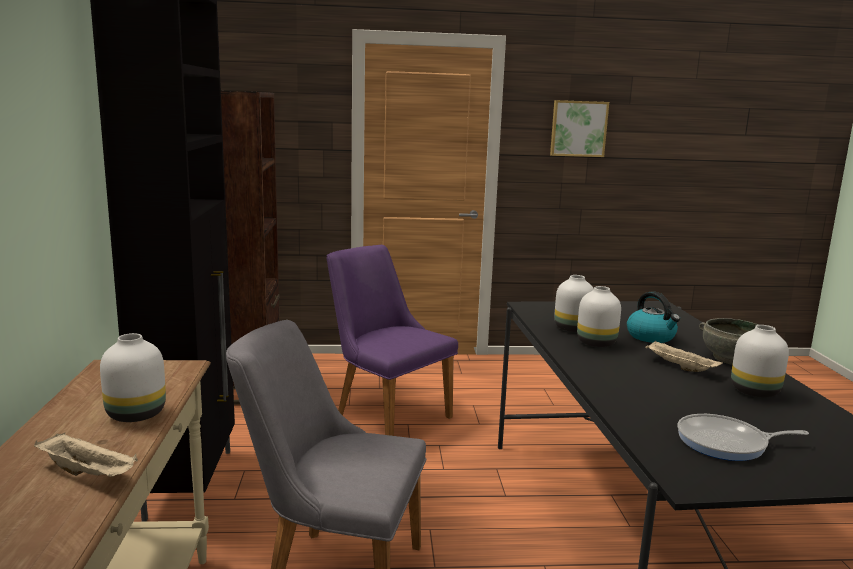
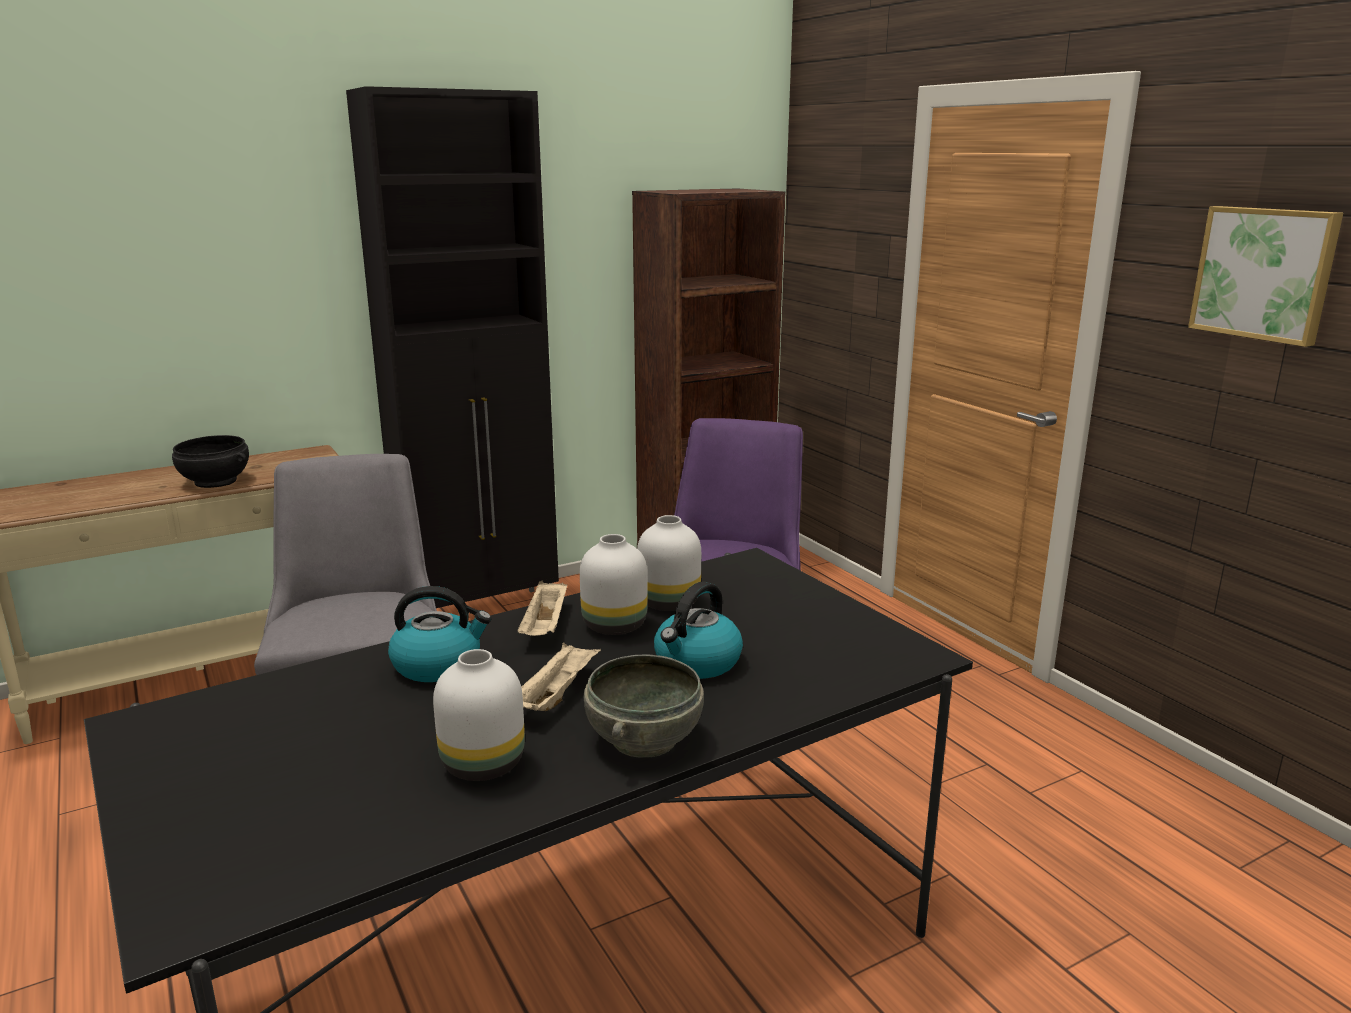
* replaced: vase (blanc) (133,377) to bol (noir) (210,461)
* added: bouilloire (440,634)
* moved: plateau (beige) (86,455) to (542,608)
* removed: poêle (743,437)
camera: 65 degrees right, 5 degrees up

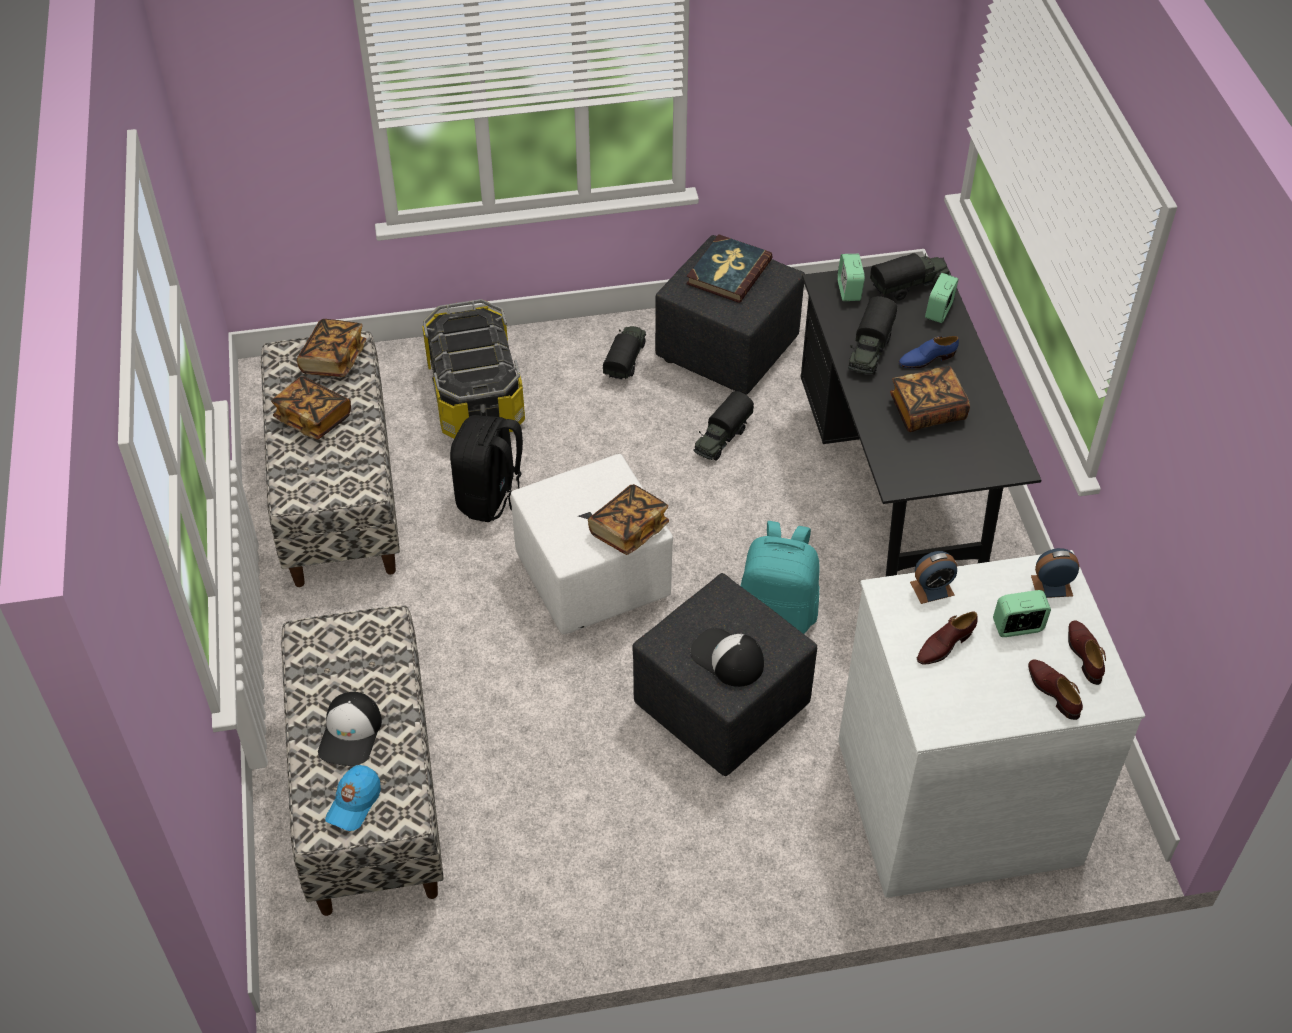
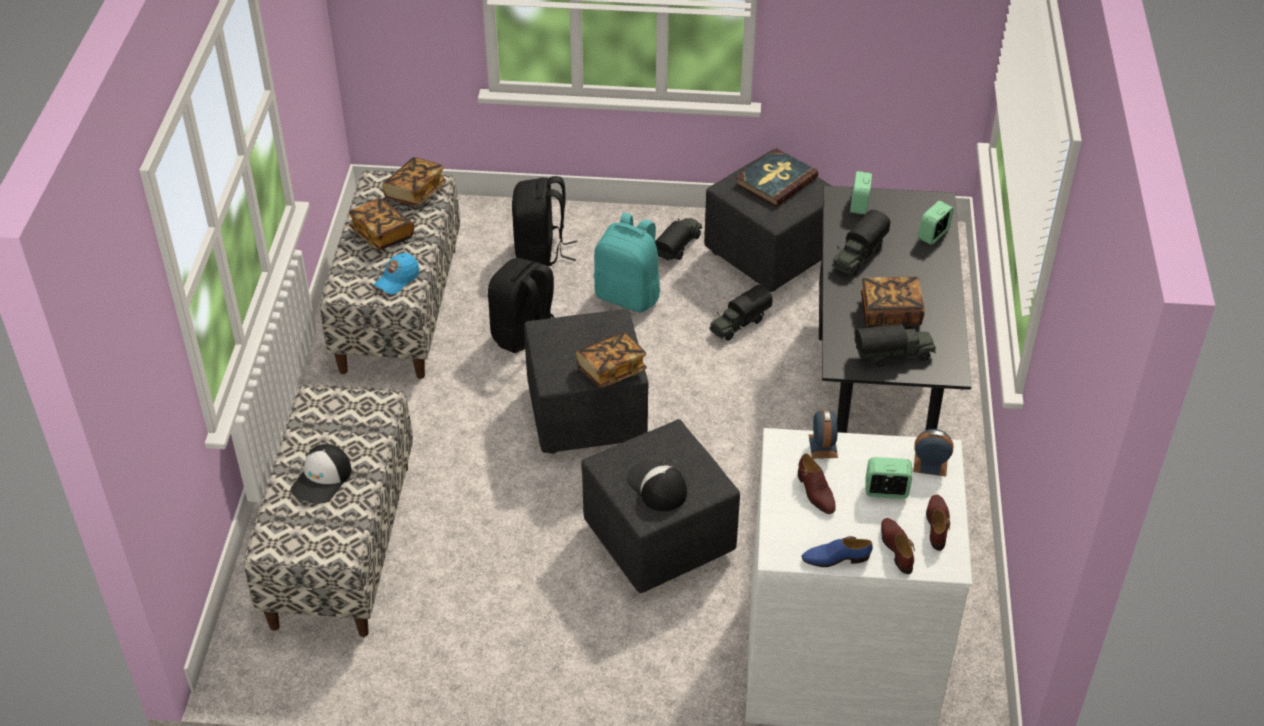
* moved: casquette (bleu) (353,798) to (396,273)
* replaced: boîte de rangement (473,369) to sac à dos (noir) (544,221)
* recoloured: pouf (blanc) (592,544) to pouf (noir) (586,381)
* moved: sac à dos (turquoise) (780,577) to (627,262)
* turned: chaussure (marron) (947,638) = (817,483) 90 degrees counterclockwise
* moved: chaussure (bleu) (929,352) to (837,551)
* turned: réveil (933,577) = (823,434) 90 degrees counterclockwise
* moved: camion jouet (910,277) to (895,345)
camera: 15 degrees right, 5 degrees down

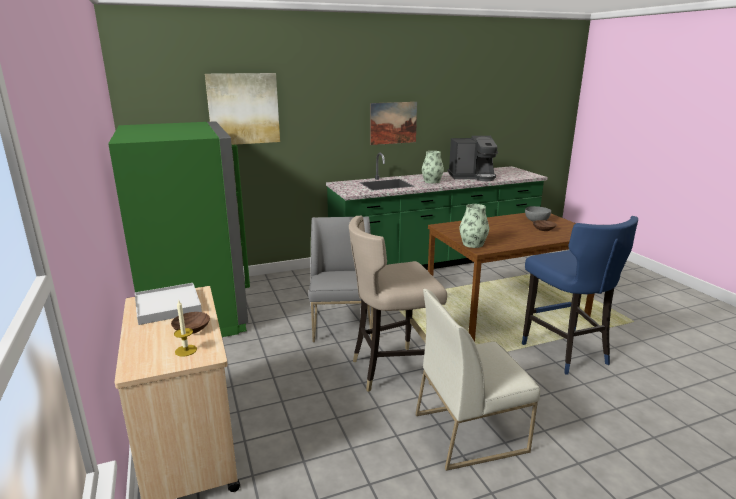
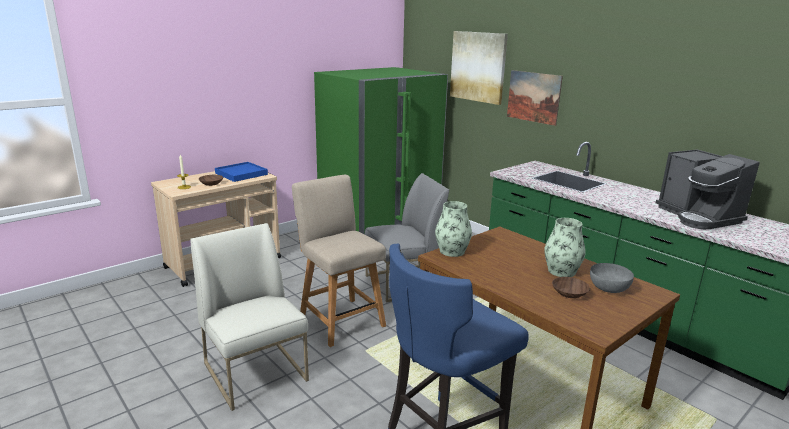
* recoloured: plateau (blanc) (168,304) to plateau (bleu) (241,172)
* replaced: tabouret (beige) (398,304) to chaise (beige) (339,261)
* moved: tableau (393,123) to (535,98)
* moved: vase (433,167) to (565,247)
camera: 70 degrees right, 0 degrees up

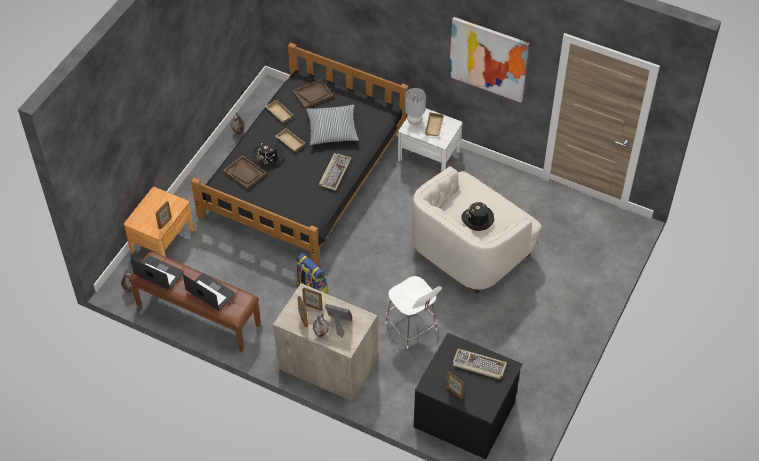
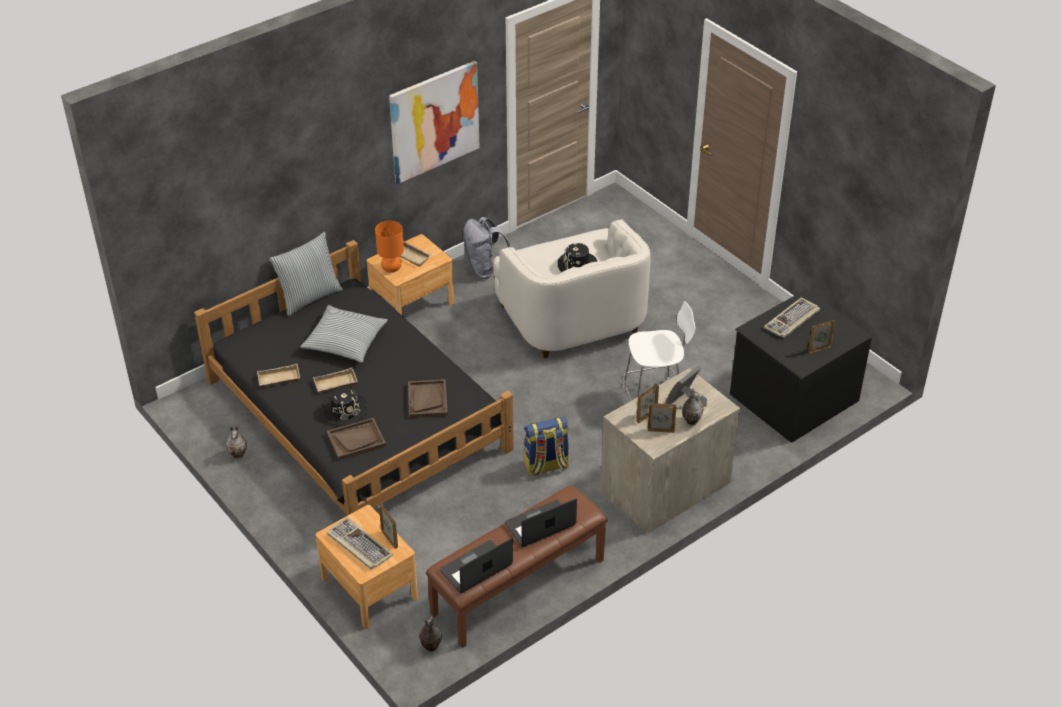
* added: coussin (306,274)
* moved: clavier (335,172) to (360,543)
* recoloured: table de chevet (blanc) (430,140) to table de chevet (marron) (410,274)
* recoloured: lampe de table (gris) (415,106) to lampe de table (orange) (389,246)
* moved: plateau (marron) (312,94) to (428,398)
* added: sac à dos (gris) (486,248)
camera: 65 degrees left, 10 degrees down

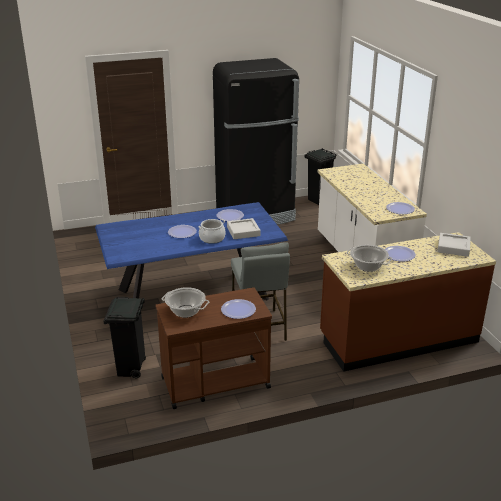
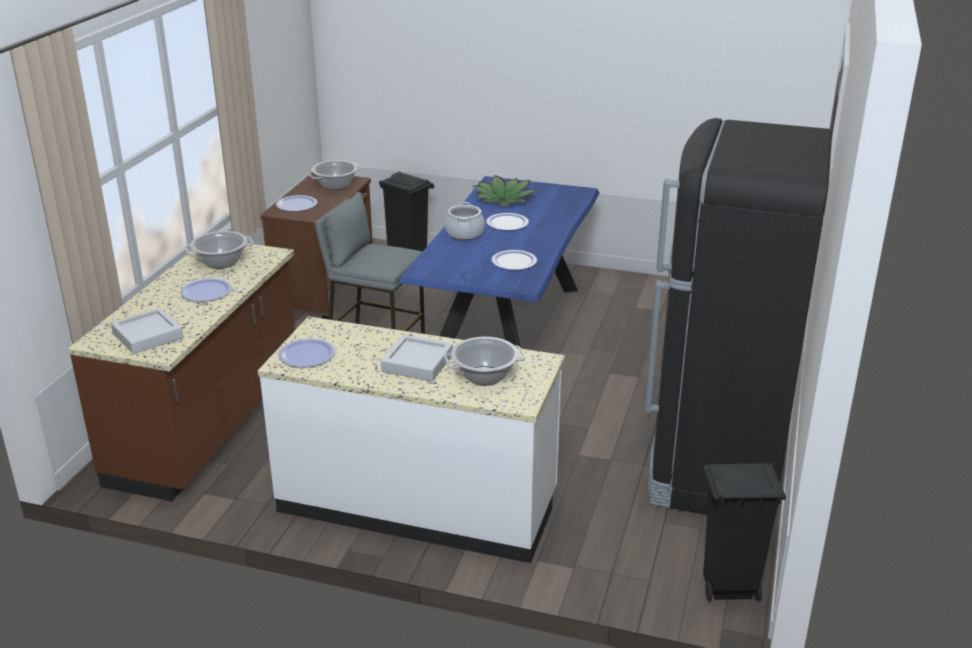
* moved: plateau (gris) (244,228) to (417,358)
* added: marmite (485,361)
* added: plante en pot (505,190)
camera: 125 degrees right, 0 degrees up

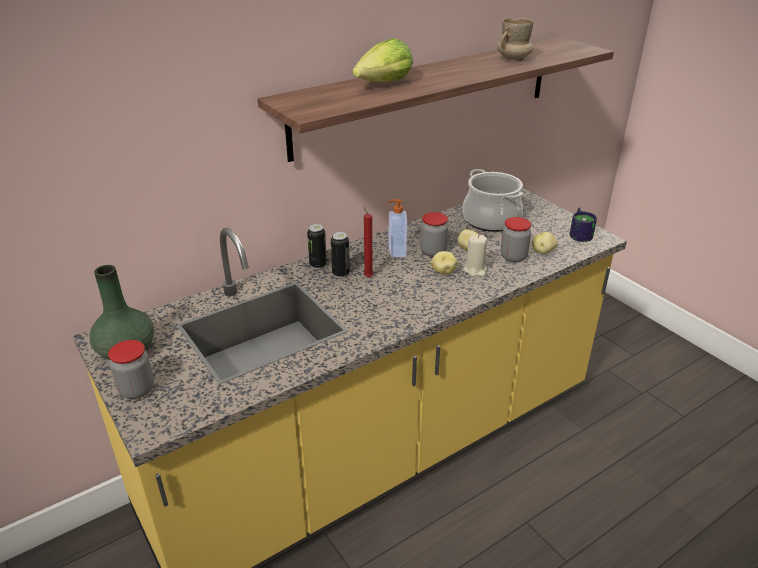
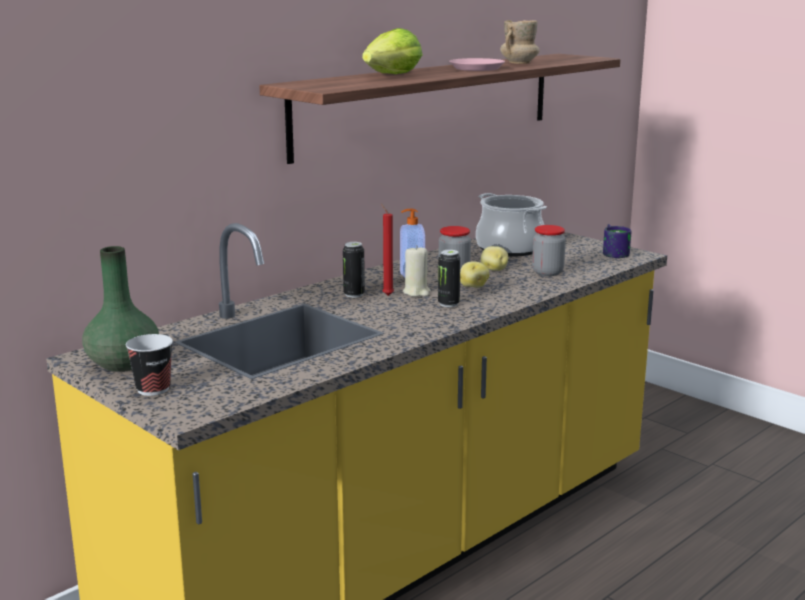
* replaced: bocal (131,369) to tasse (149,365)
* moved: bougie (beige) (475,255) to (417,271)
* moved: boîte métallique (317,246) to (449,278)
* added: assiette (rose) (477,64)
* removed: pomme de terre (545,243)
camera: 10 degrees left, 15 degrees down

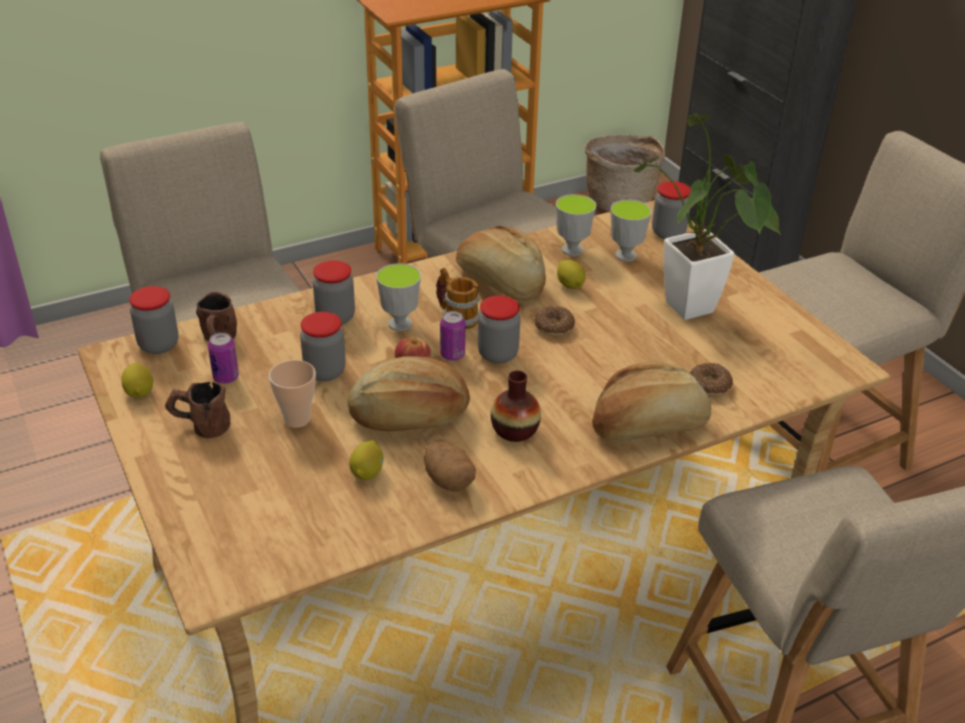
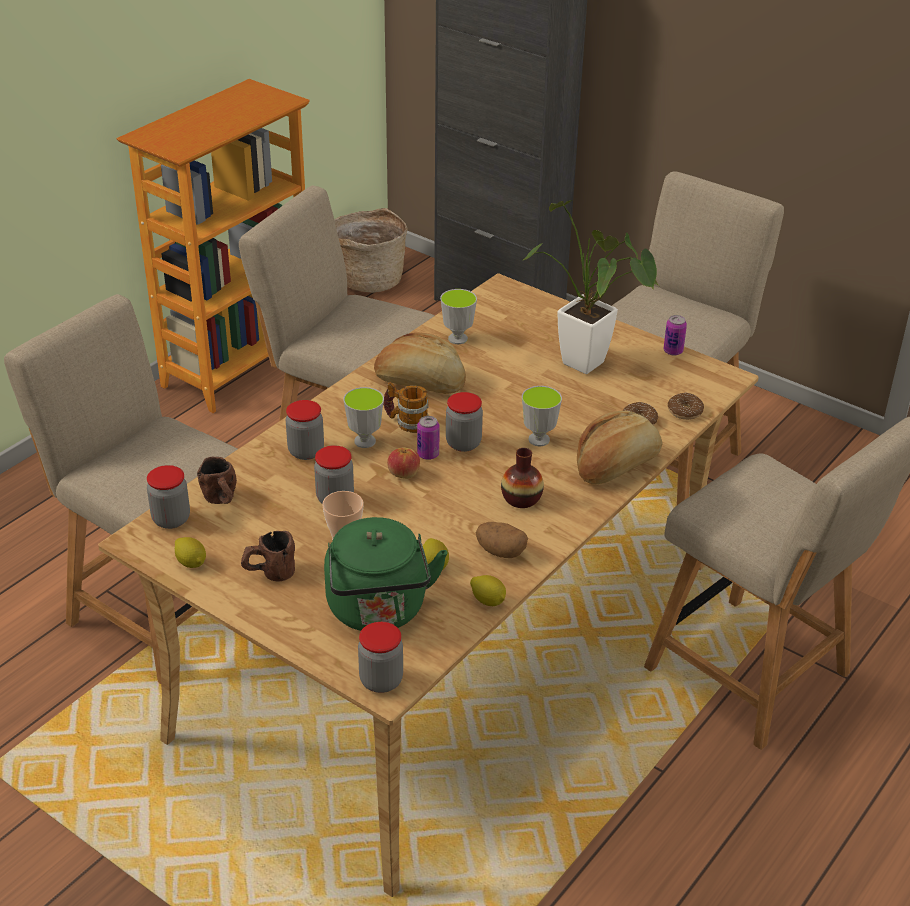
* added: bouilloire (vert) (386,574)
* moved: bocal (671,210) to (380,657)
* moved: citron (571,274) to (488,590)
* moved: tasse (631,231) to (542,416)
* moved: boîte métallique (223,358) to (675,335)
* moved: beignet (554,321) to (685,406)
* removed: pain (409,393)
camera: 25 degrees left, 0 degrees up

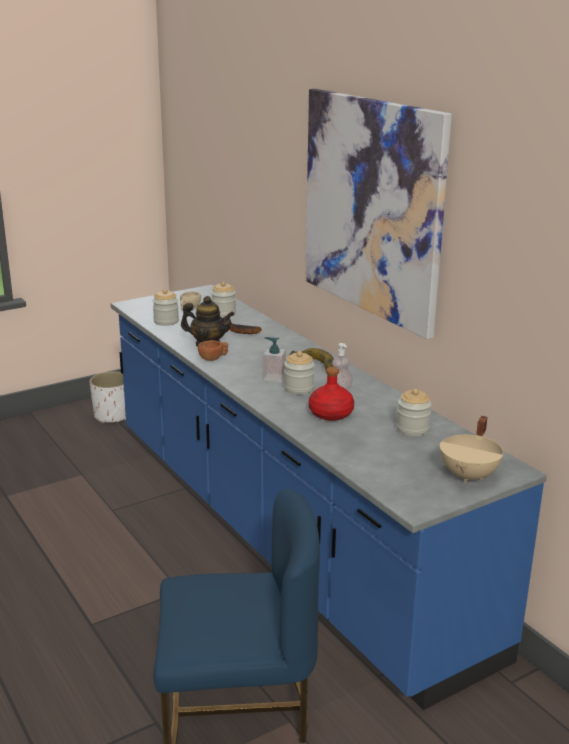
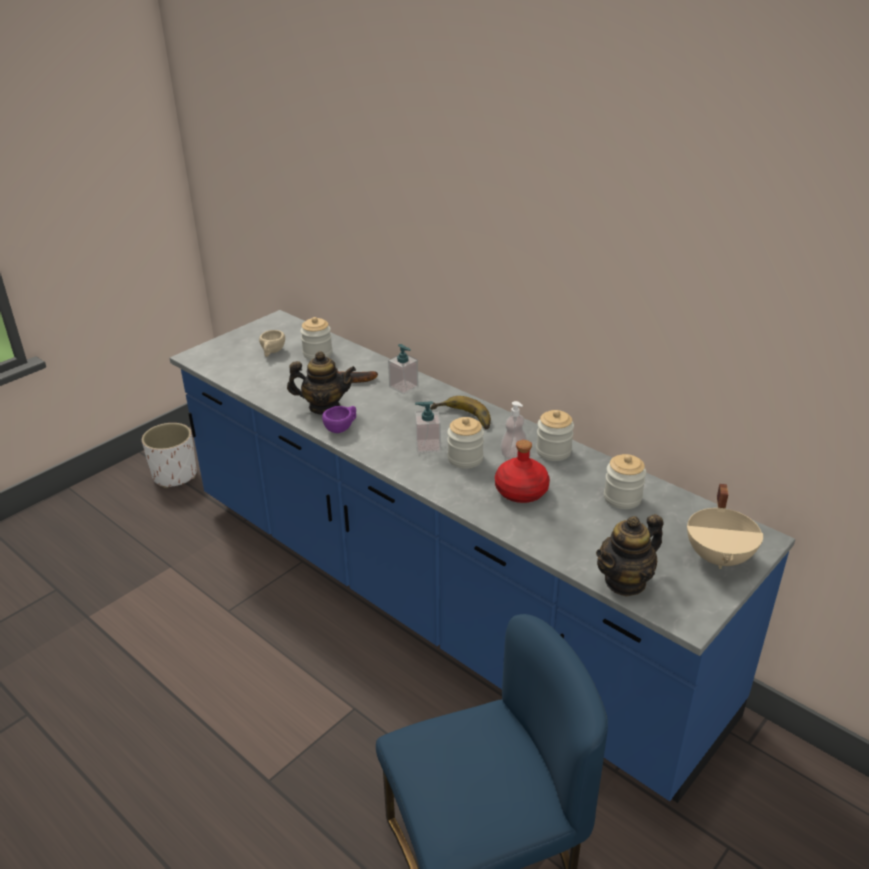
* recoloured: tasse (marron) (213,350) to tasse (violet) (339,419)
* added: distributeur de savon (403,369)
* moved: bocal (166,307) to (555,435)
* added: théière (630,555)
* removed: tableau (378,214)
camera: 15 degrees left, 10 degrees up

